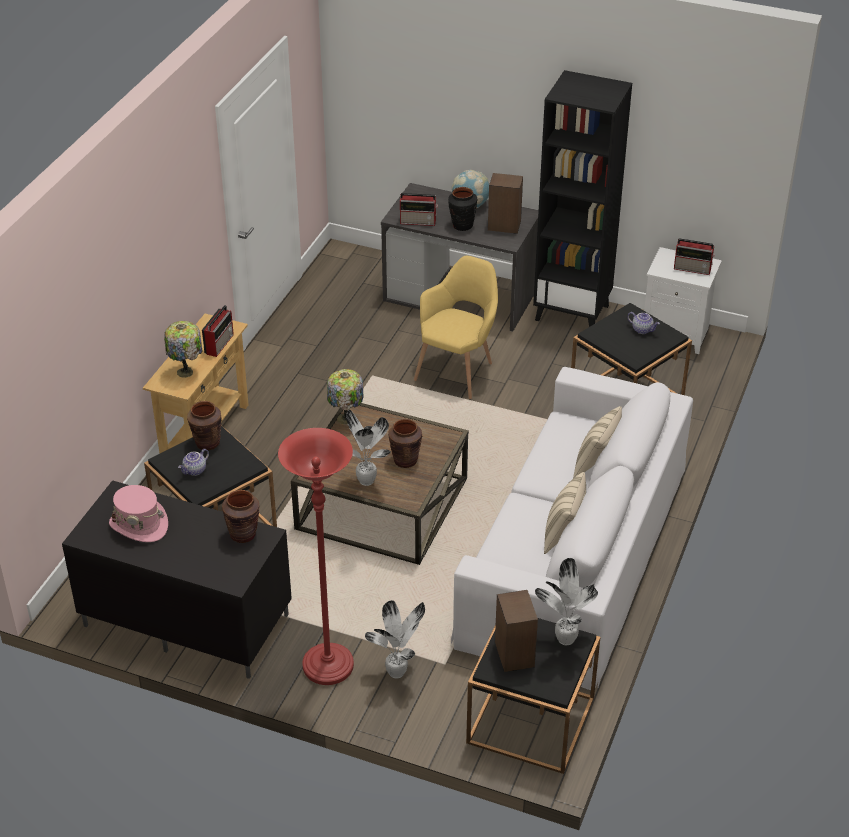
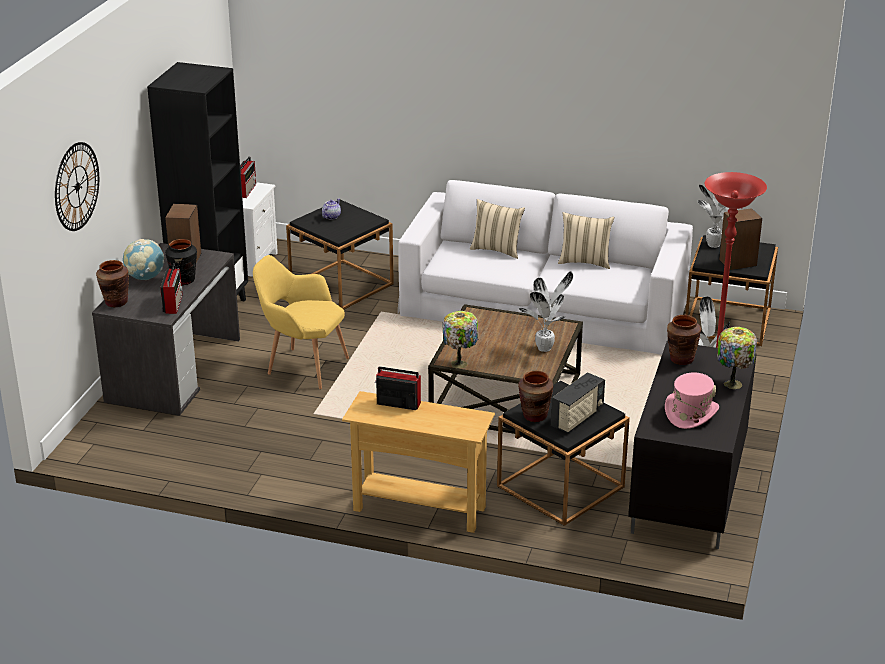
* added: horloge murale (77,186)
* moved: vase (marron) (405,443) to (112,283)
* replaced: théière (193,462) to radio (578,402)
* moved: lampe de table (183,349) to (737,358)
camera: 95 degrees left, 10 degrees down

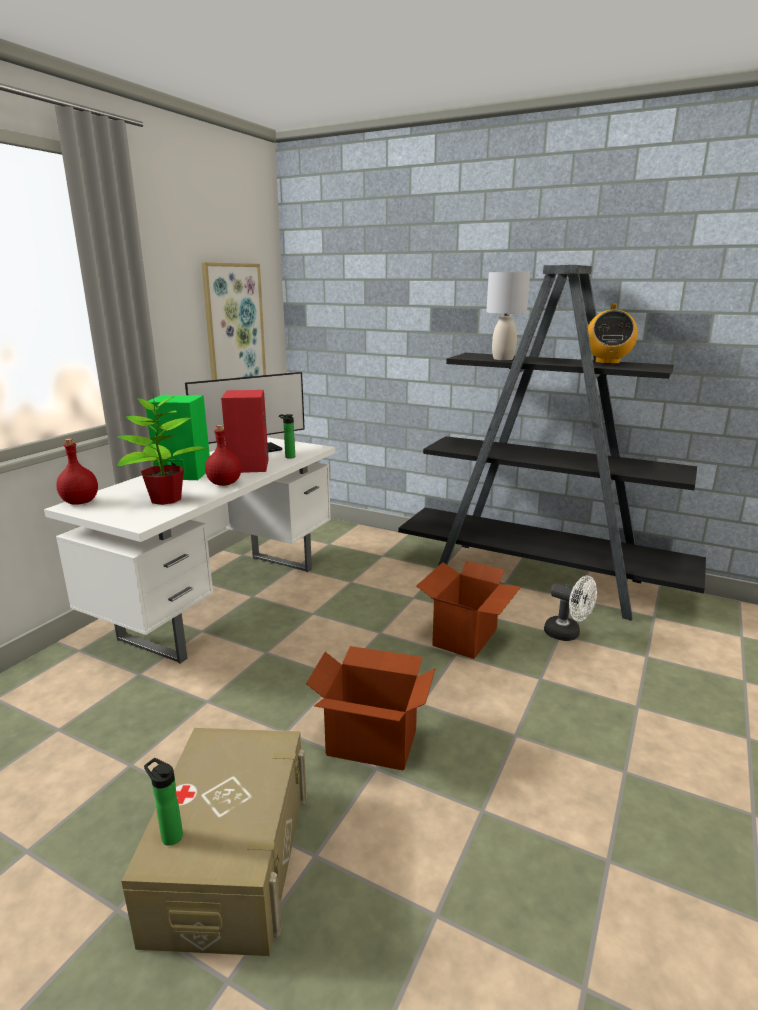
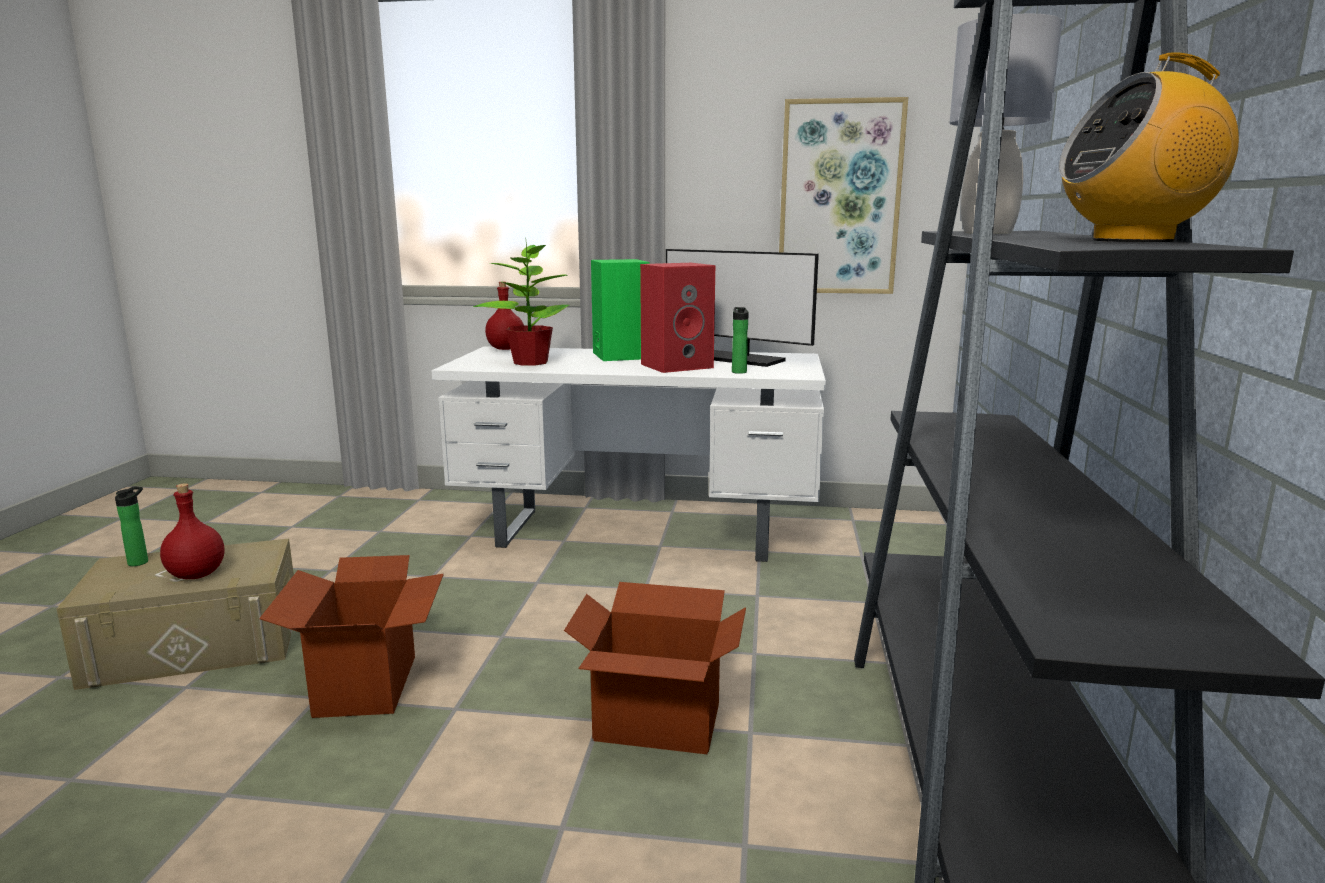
* moved: bouteille (rouge) (223,455) to (192,531)
* removed: ventilateur (blanc) (570,608)
camera: 70 degrees right, 5 degrees down

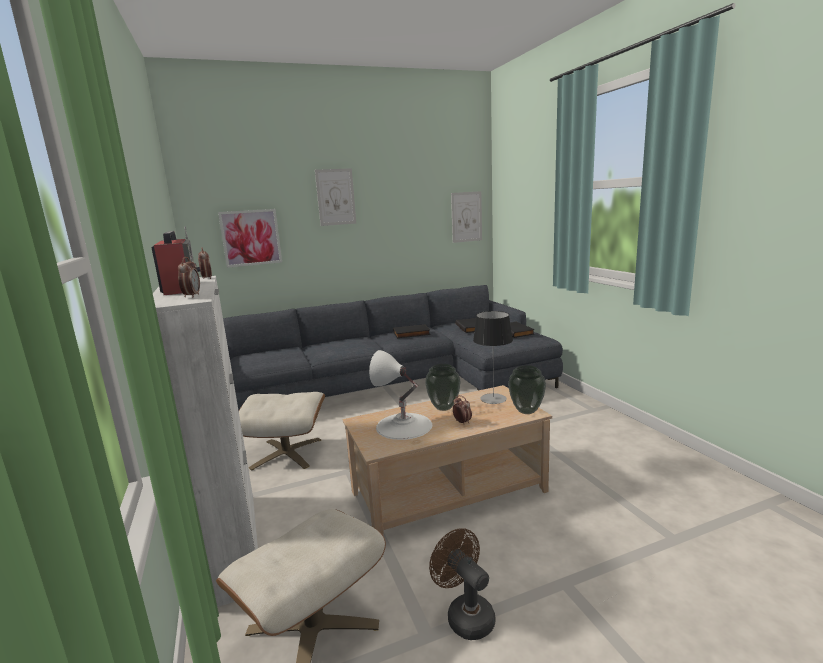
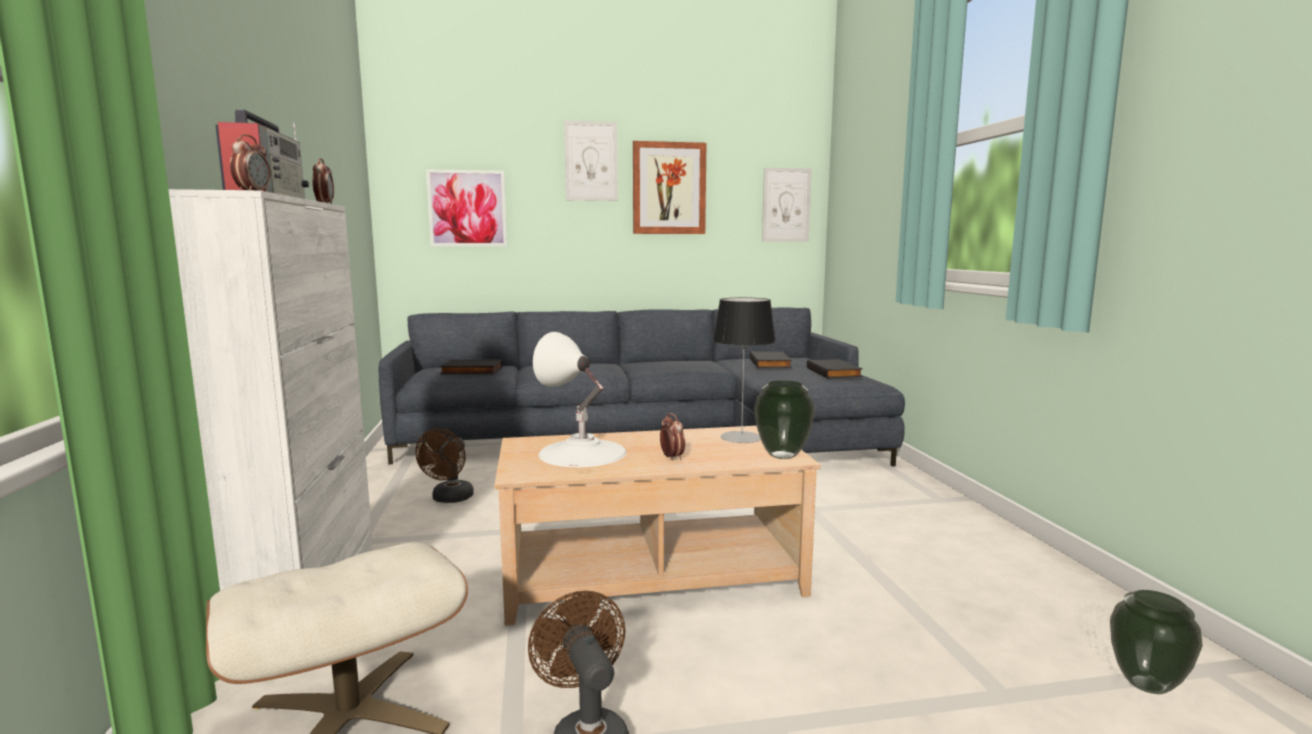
* replaced: pouf (beige) (282,431) to ventilateur (marron) (444,465)
* moved: livre (noir) (412,331) to (471,367)
* added: tableau (669,187)
* moved: vase (443,387) to (1156,642)
camera: 10 degrees right, 5 degrees down

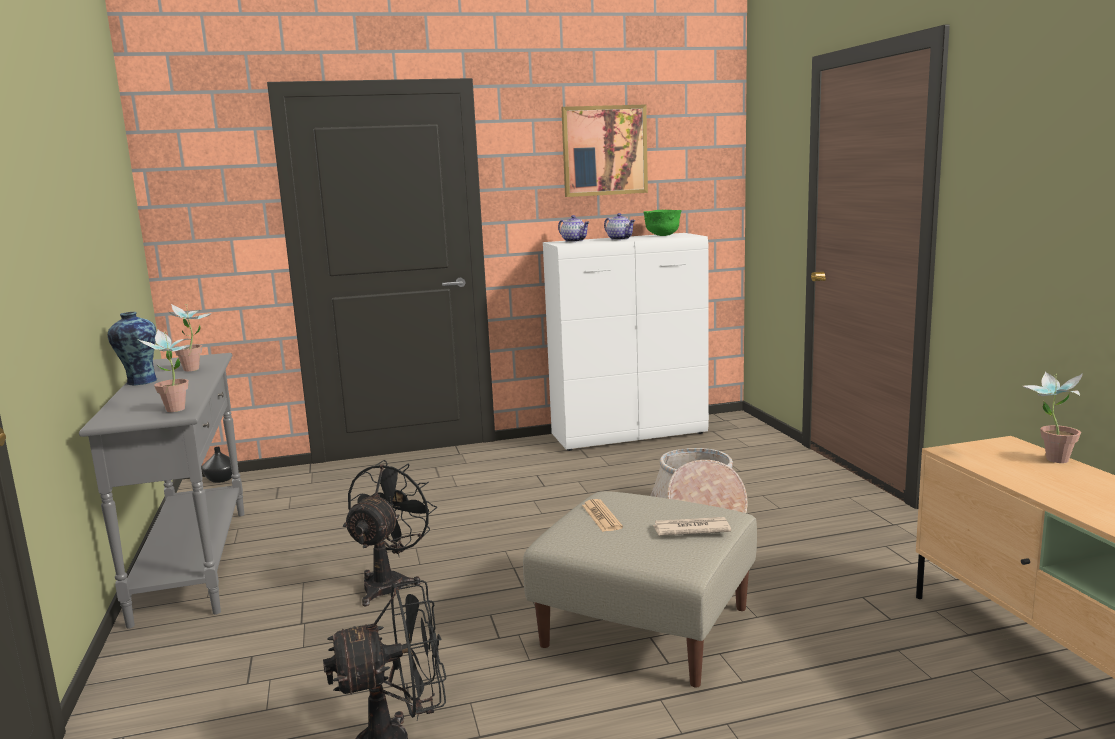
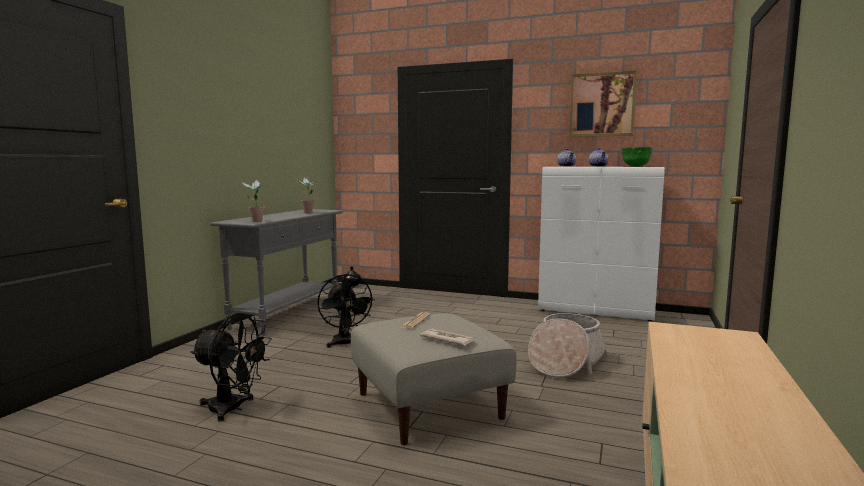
* turned: ventilateur (noir) (390,533) = (345,311) 105 degrees clockwise
* removed: vase (132,348)
* removed: plante en pot (1052,417)
camera: 35 degrees right, 5 degrees down

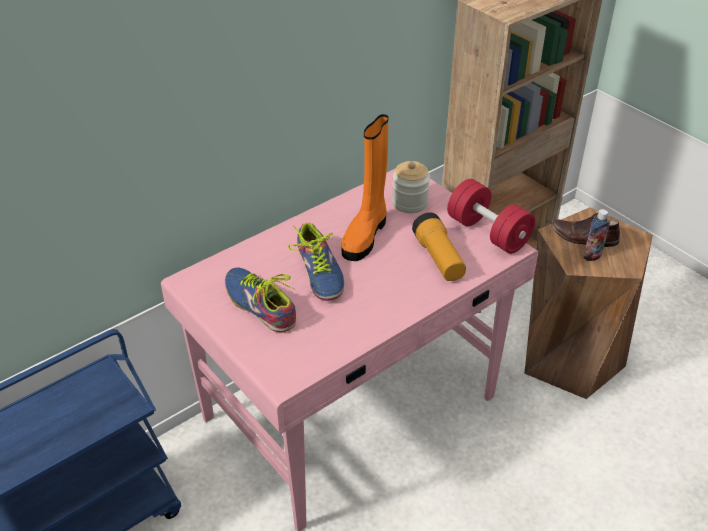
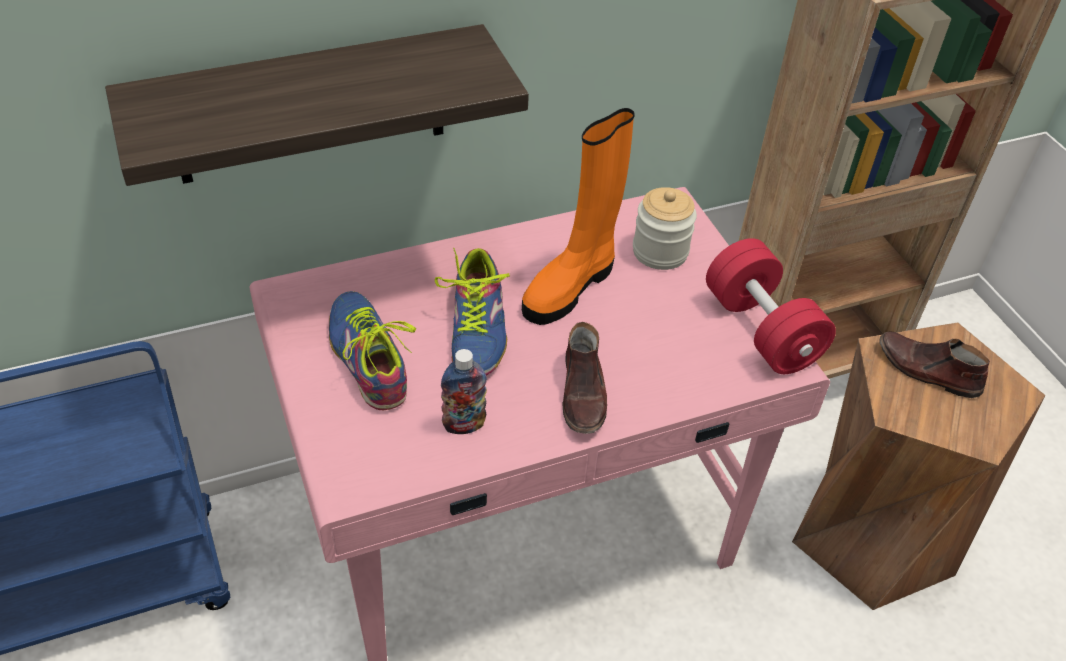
* added: étagère (317,105)
* moved: bouteille (596,235) to (464,391)
* added: chaussure (marron) (584,378)
* removed: lampe de poche (439,246)
camera: 15 degrees right, 5 degrees up

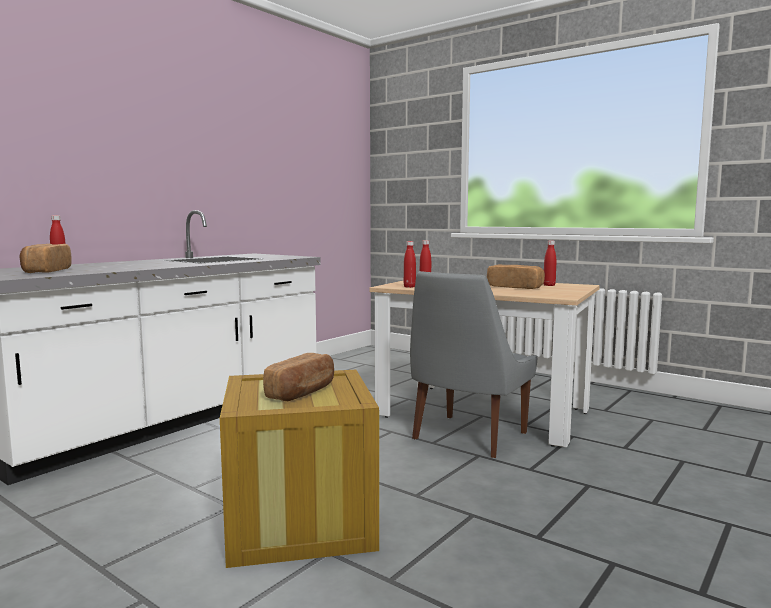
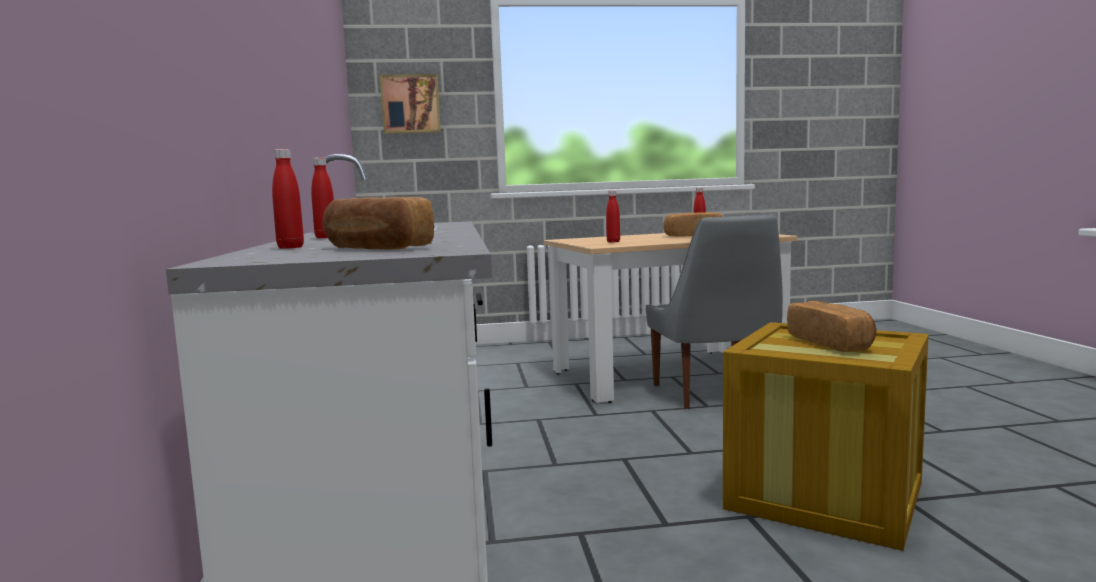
* moved: bouteille (rouge) (410,264) to (322,198)
* added: tableau (410,104)
camera: 45 degrees left, 0 degrees up

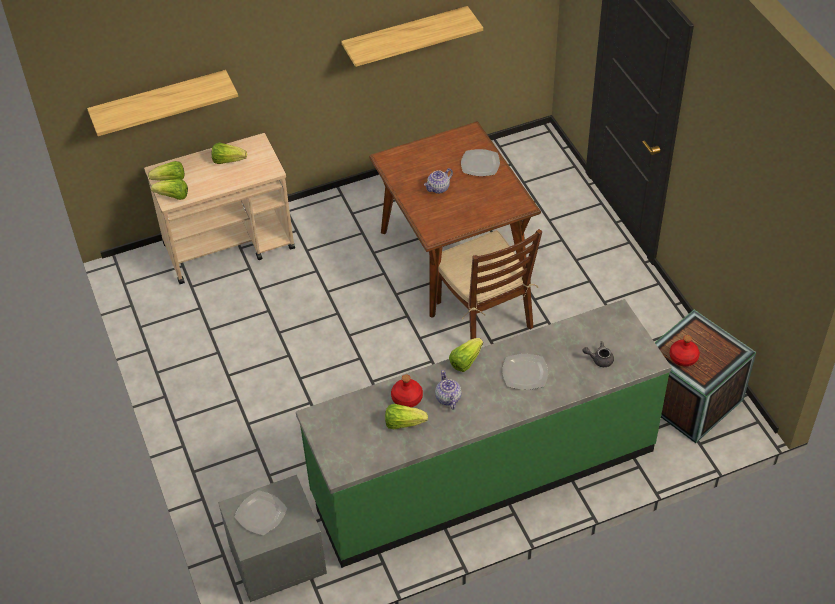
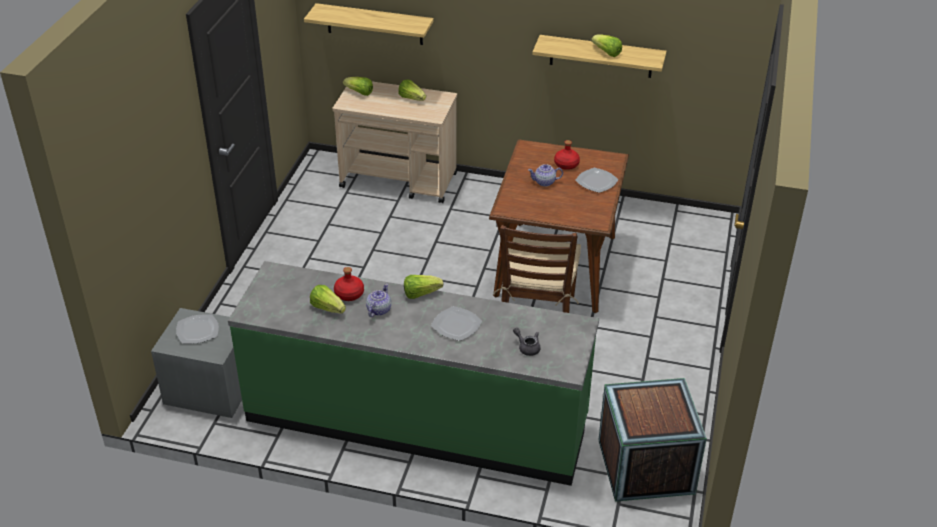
* moved: bouteille (rouge) (685,350) to (567,155)
* moved: laitue (169,189) to (606,45)
camera: 35 degrees right, 10 degrees down

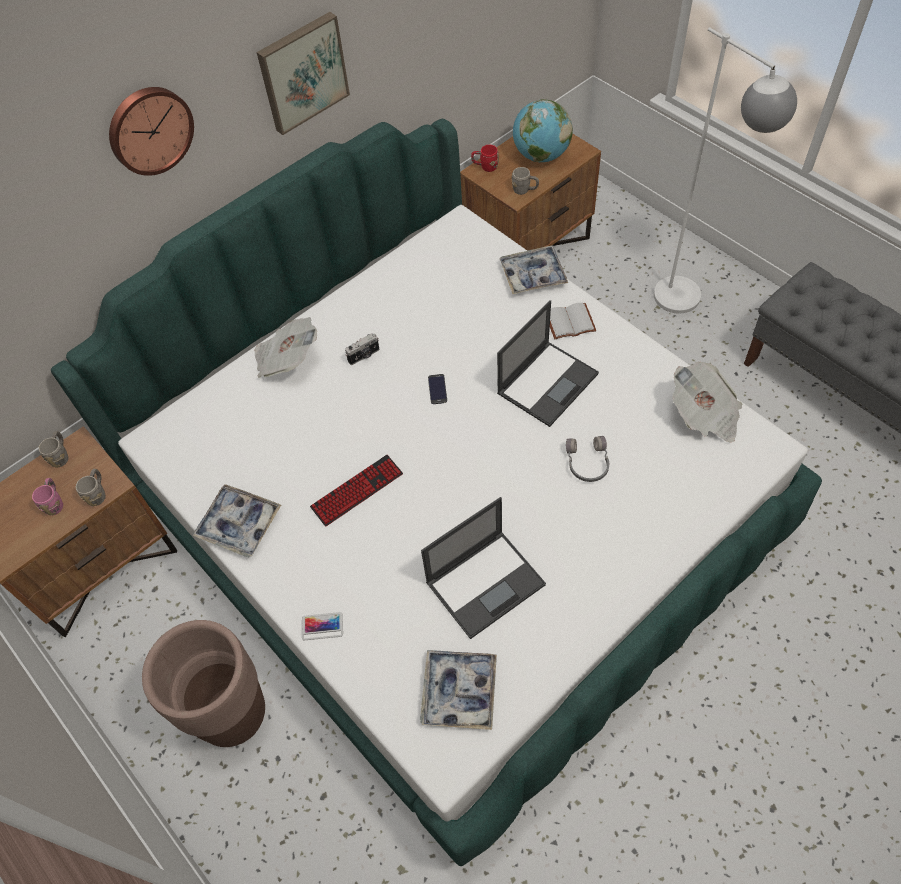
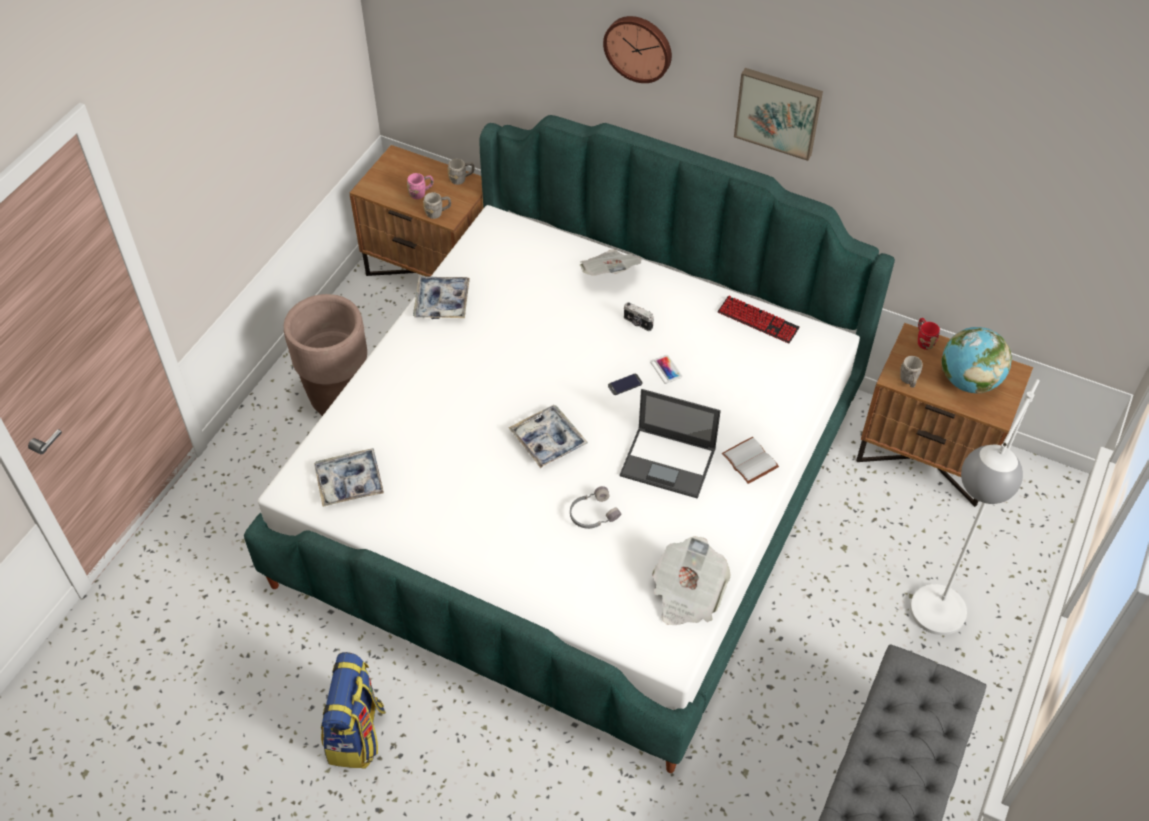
* added: sac à dos (353,710)
* moved: plateau (534,270) to (548,436)
* moved: téléphone (322,626) to (666,369)
* moved: clavier (356,491) to (758,320)
* removed: ordinateur portable (483,568)
camera: 65 degrees right, 5 degrees down

